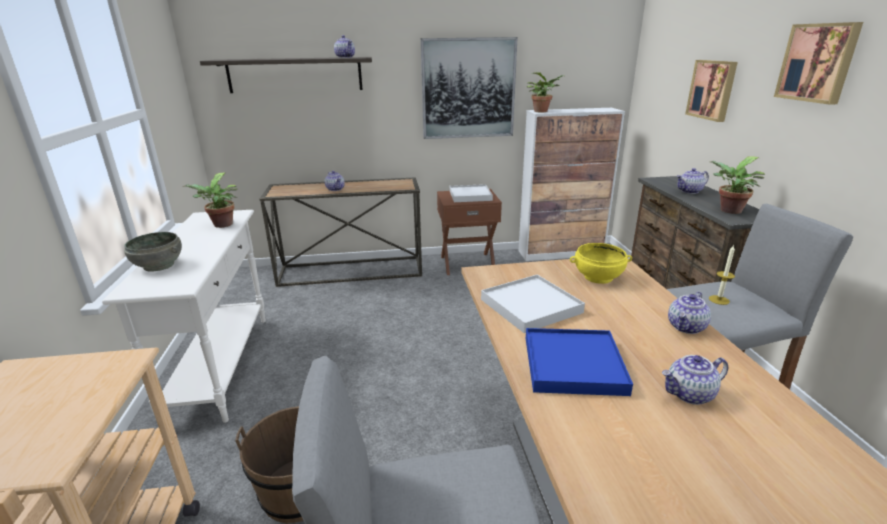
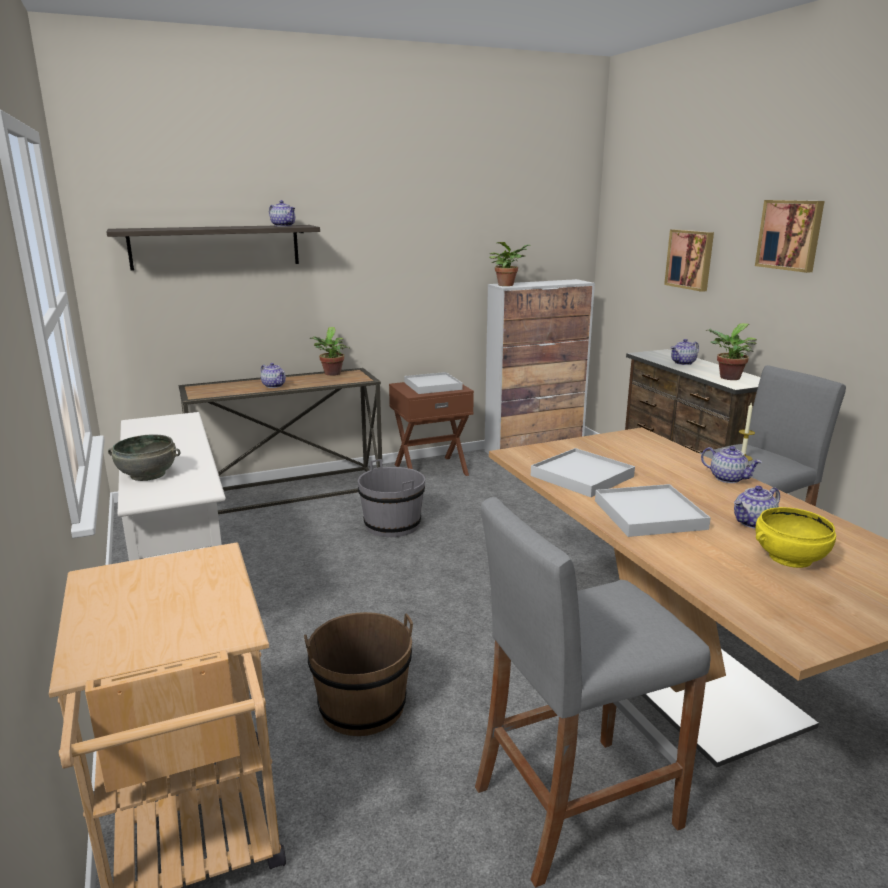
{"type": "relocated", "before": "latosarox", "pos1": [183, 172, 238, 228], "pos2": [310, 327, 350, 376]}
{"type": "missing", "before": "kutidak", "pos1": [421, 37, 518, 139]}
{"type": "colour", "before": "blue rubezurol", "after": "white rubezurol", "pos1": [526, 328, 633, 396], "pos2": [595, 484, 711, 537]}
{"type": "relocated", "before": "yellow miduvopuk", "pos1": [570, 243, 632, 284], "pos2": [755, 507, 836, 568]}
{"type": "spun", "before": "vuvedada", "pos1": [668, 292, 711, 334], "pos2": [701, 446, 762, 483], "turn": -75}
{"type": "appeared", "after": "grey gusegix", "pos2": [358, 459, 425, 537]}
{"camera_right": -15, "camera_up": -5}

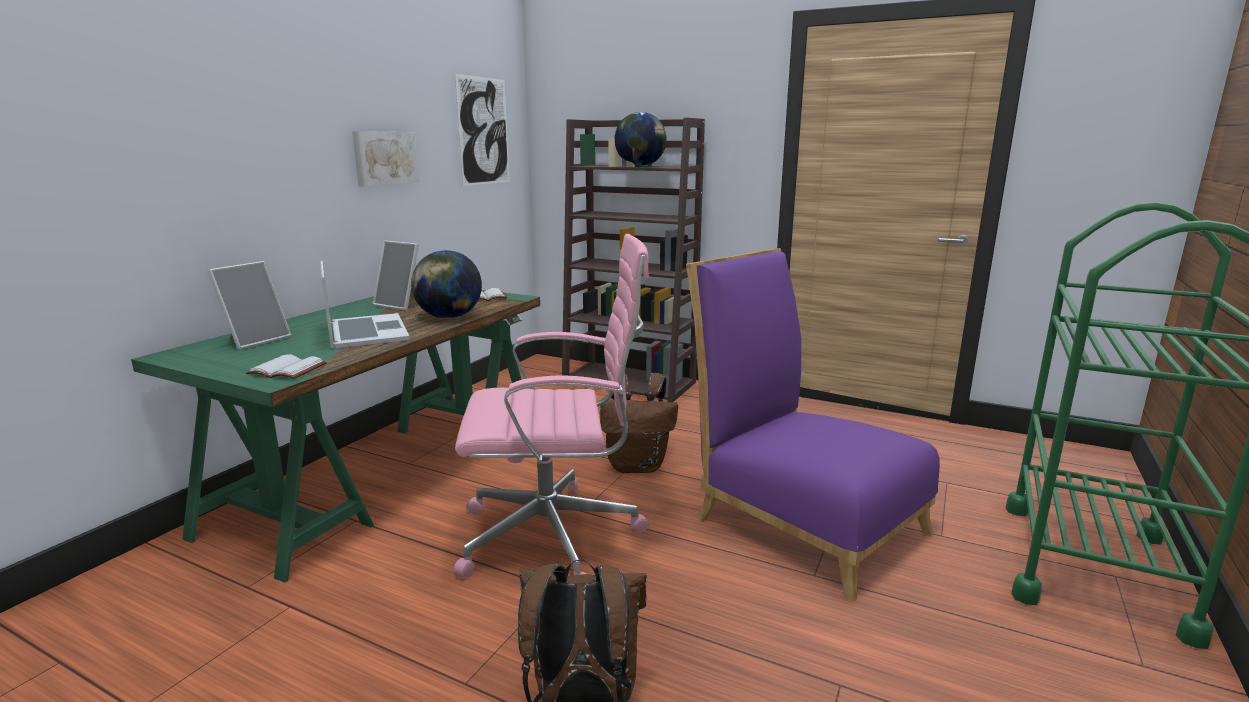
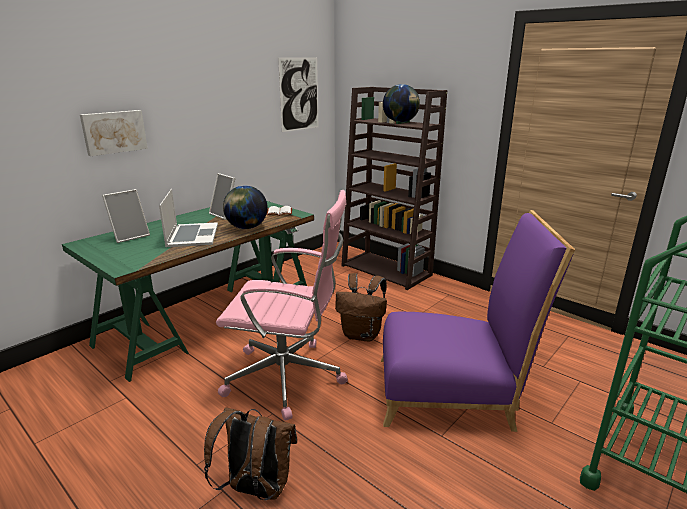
{"type": "missing", "before": "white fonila", "pos1": [246, 354, 327, 379]}
{"type": "relocated", "before": "kutidak", "pos1": [352, 131, 420, 187], "pos2": [80, 110, 148, 156]}
{"type": "spun", "before": "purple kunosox", "pos1": [686, 248, 940, 602], "pos2": [381, 210, 575, 432], "turn": 120}
{"camera_right": 15, "camera_up": 5}

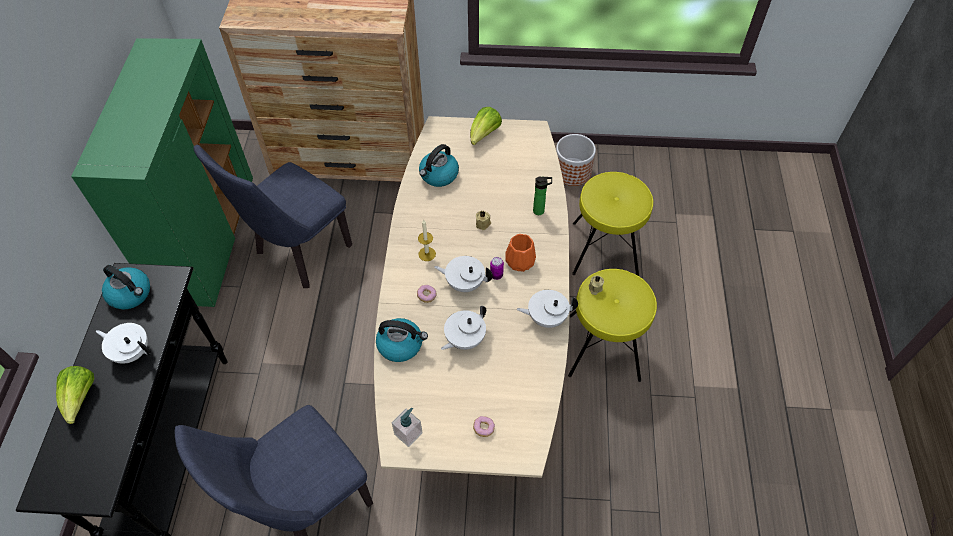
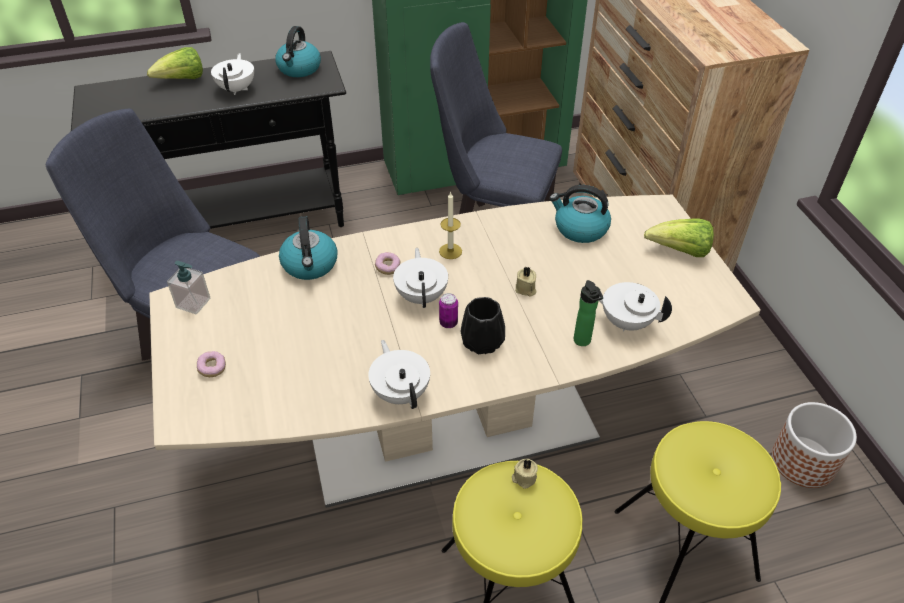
{"type": "relocated", "before": "white vuvedada", "pos1": [441, 306, 486, 350], "pos2": [599, 282, 672, 331]}
{"type": "colour", "before": "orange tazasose", "after": "black tazasose", "pos1": [505, 234, 536, 272], "pos2": [460, 297, 505, 354]}
{"camera_right": 70, "camera_up": -10}

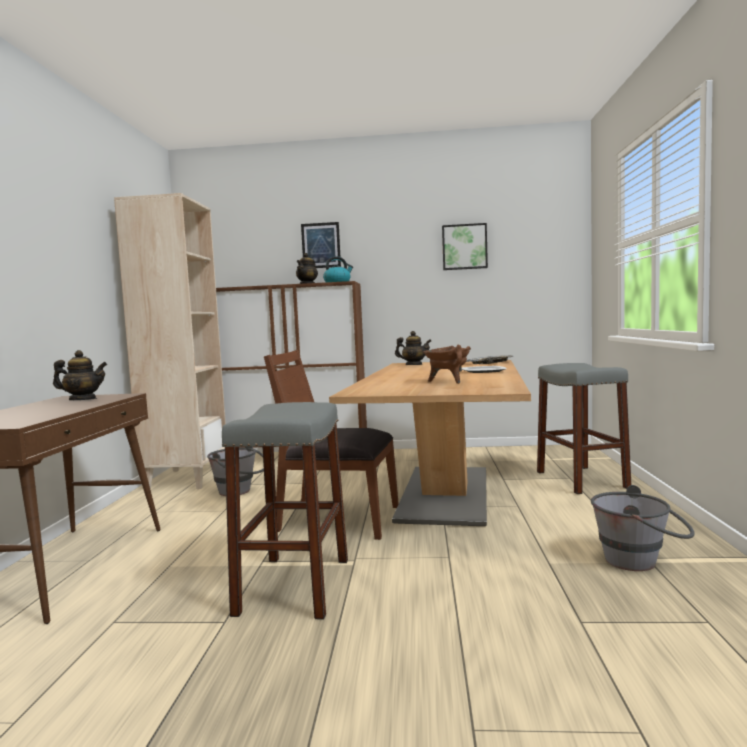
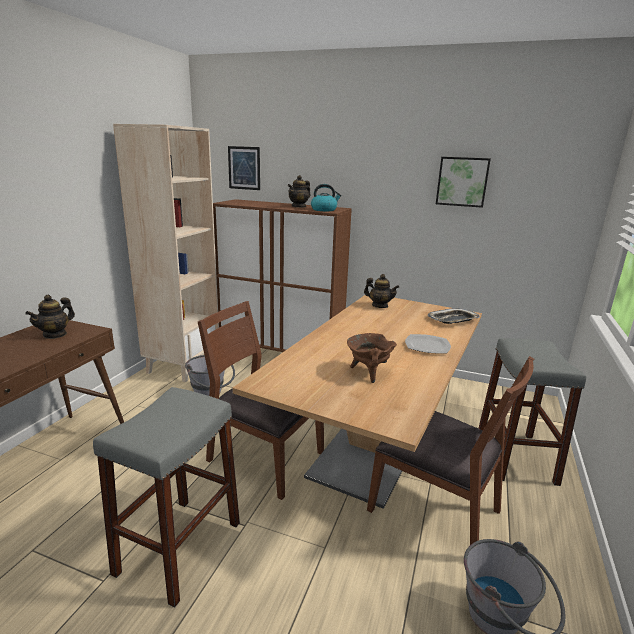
{"type": "spun", "before": "vuvedada", "pos1": [53, 350, 107, 400], "pos2": [25, 295, 75, 339], "turn": 105}
{"type": "relocated", "before": "kutidak", "pos1": [301, 222, 341, 268], "pos2": [228, 146, 260, 190]}
{"type": "appeared", "after": "brown kunosox", "pos2": [367, 356, 534, 545]}
{"camera_right": 15, "camera_up": 15}

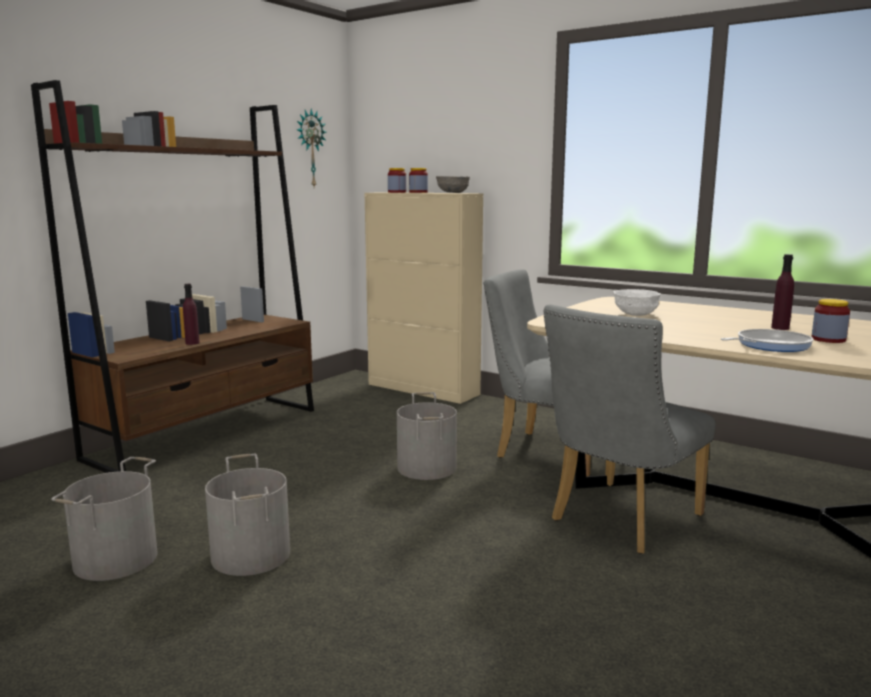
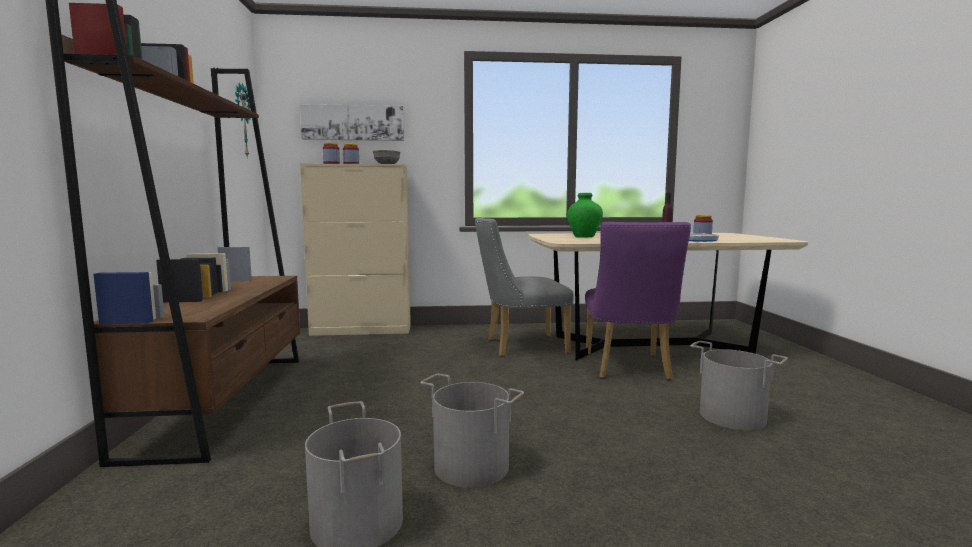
{"type": "missing", "before": "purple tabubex", "pos1": [183, 284, 200, 345]}
{"type": "relocated", "before": "grey gusegix", "pos1": [397, 392, 457, 480], "pos2": [690, 341, 788, 430]}
{"type": "colour", "before": "grey kunosox", "after": "purple kunosox", "pos1": [544, 304, 716, 554], "pos2": [585, 222, 691, 380]}
{"type": "exchanged", "before": "white miduvopuk", "after": "green tazasose", "pos1": [613, 289, 661, 316], "pos2": [567, 193, 603, 238]}
{"type": "appeared", "after": "kutidak", "pos2": [300, 104, 404, 141]}
{"camera_right": -40, "camera_up": -5}

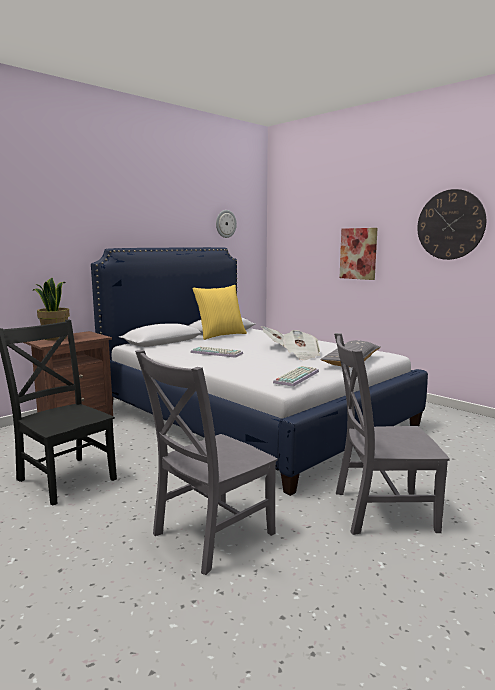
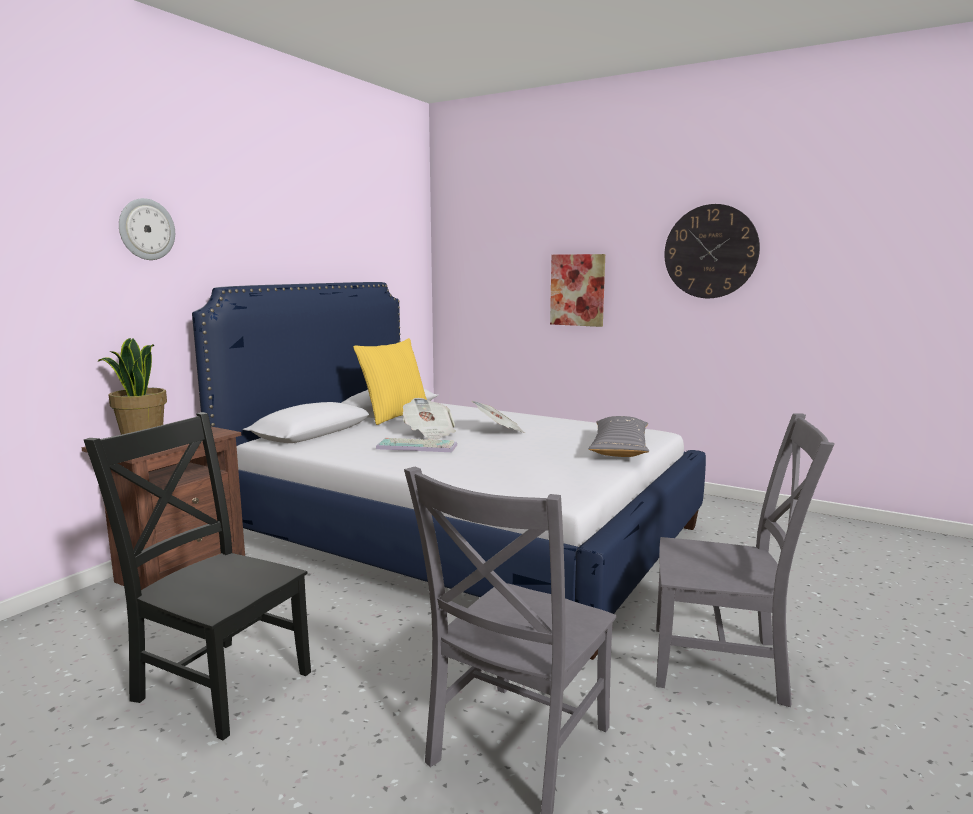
{"type": "relocated", "before": "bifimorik", "pos1": [216, 210, 237, 238], "pos2": [119, 198, 175, 260]}
{"type": "missing", "before": "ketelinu", "pos1": [273, 366, 319, 387]}
{"type": "relocated", "before": "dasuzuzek", "pos1": [283, 330, 320, 360], "pos2": [403, 398, 456, 440]}
{"type": "spun", "before": "grey kunosox", "pos1": [334, 333, 450, 535], "pos2": [656, 413, 835, 707], "turn": -150}
{"camera_right": -15, "camera_up": 0}

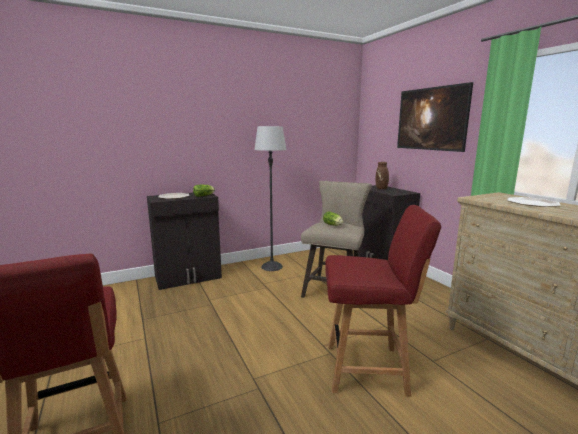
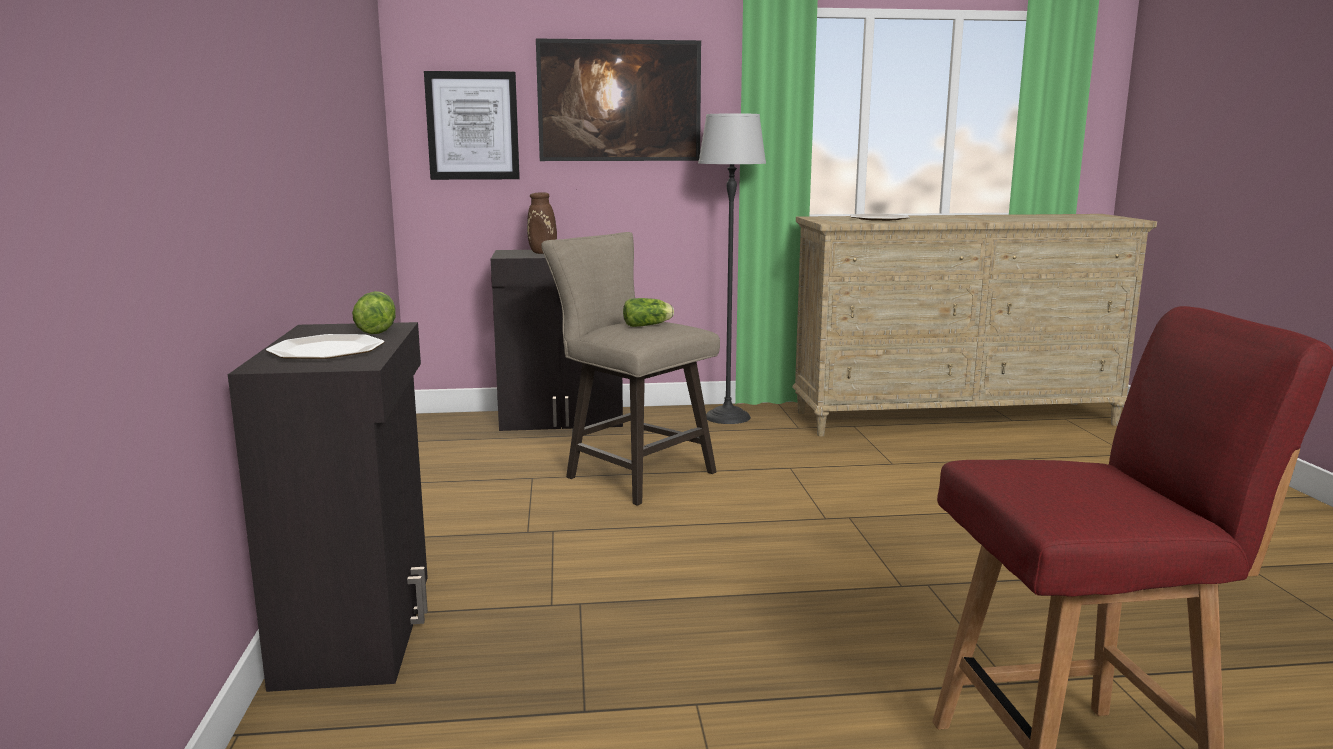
{"type": "relocated", "before": "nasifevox", "pos1": [254, 126, 286, 271], "pos2": [698, 113, 766, 424]}
{"type": "missing", "before": "red kunosox", "pos1": [325, 205, 441, 397]}
{"type": "appeared", "after": "kutidak", "pos2": [424, 71, 520, 180]}
{"camera_right": -70, "camera_up": 0}

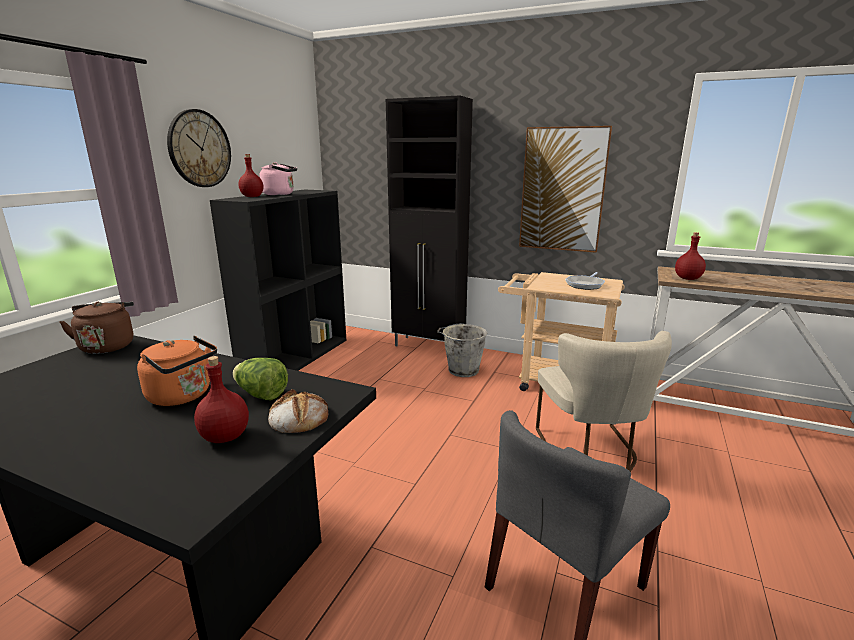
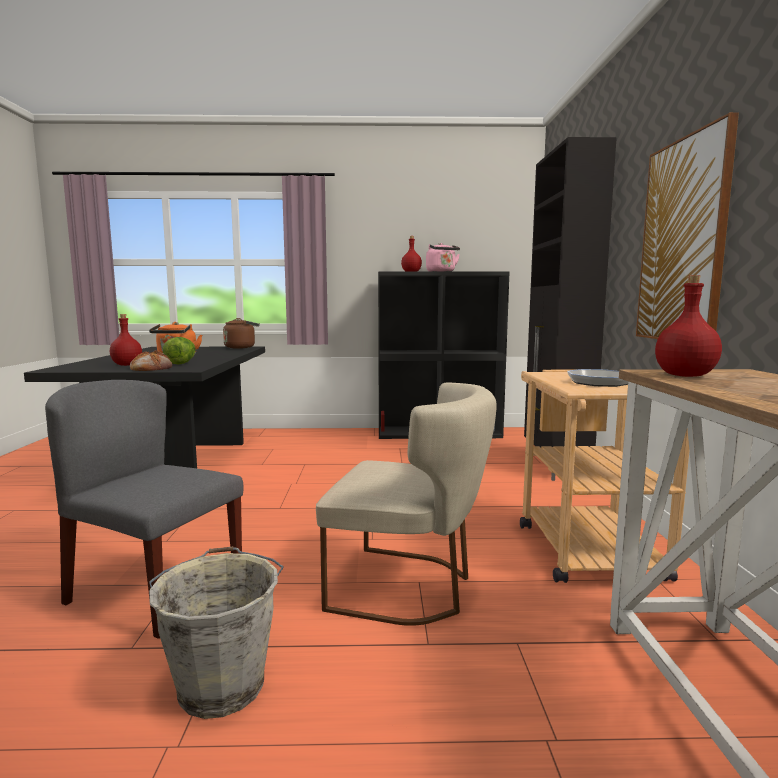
{"type": "missing", "before": "bifimorik", "pos1": [167, 109, 231, 187]}
{"type": "relocated", "before": "grey gusegix", "pos1": [437, 323, 487, 377], "pos2": [149, 546, 284, 719]}
{"type": "spun", "before": "beige kunosox", "pos1": [536, 331, 672, 472], "pos2": [316, 382, 497, 626], "turn": -135}
{"camera_right": 65, "camera_up": -10}

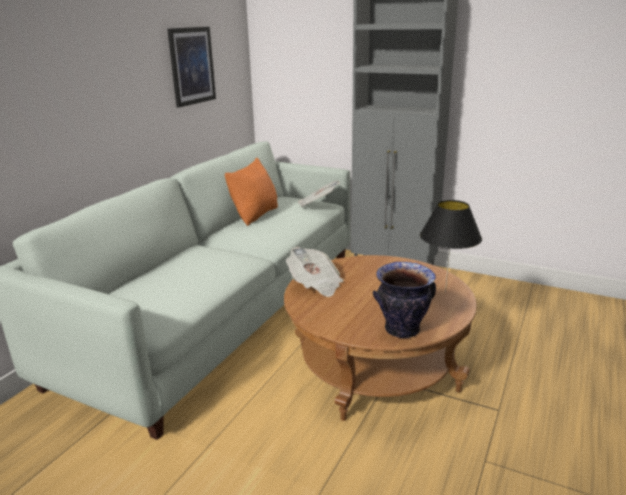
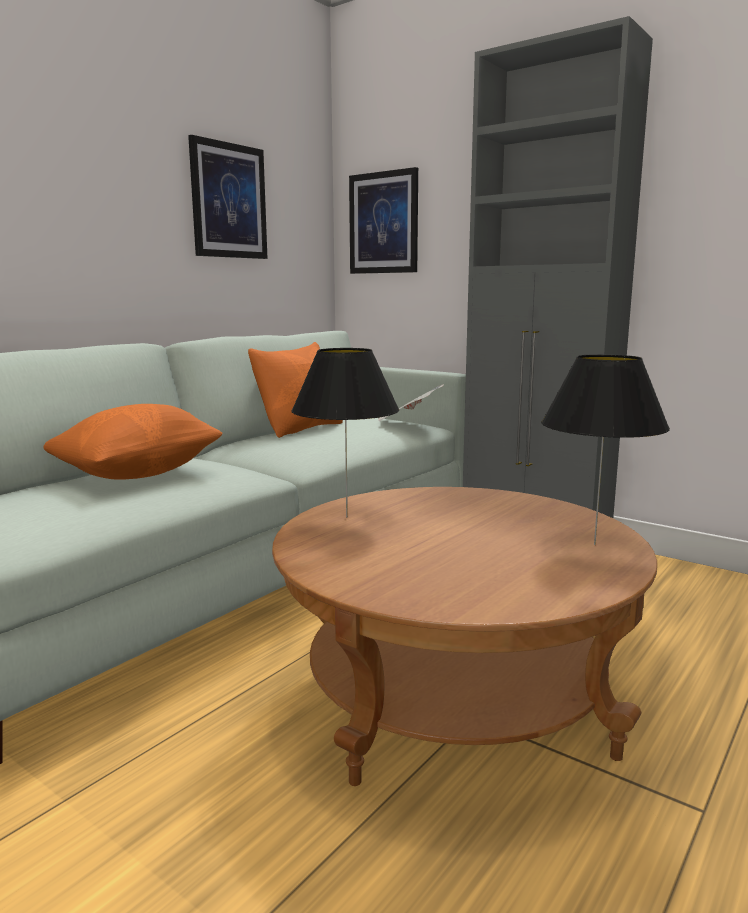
{"type": "exchanged", "before": "dasuzuzek", "after": "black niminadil", "pos1": [286, 247, 343, 297], "pos2": [291, 348, 399, 517]}
{"type": "missing", "before": "tazasose", "pos1": [373, 262, 436, 338]}
{"type": "appeared", "after": "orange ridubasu", "pos2": [44, 404, 223, 480]}
{"type": "appeared", "after": "kutidak", "pos2": [349, 167, 418, 274]}
{"camera_right": 10, "camera_up": -10}

